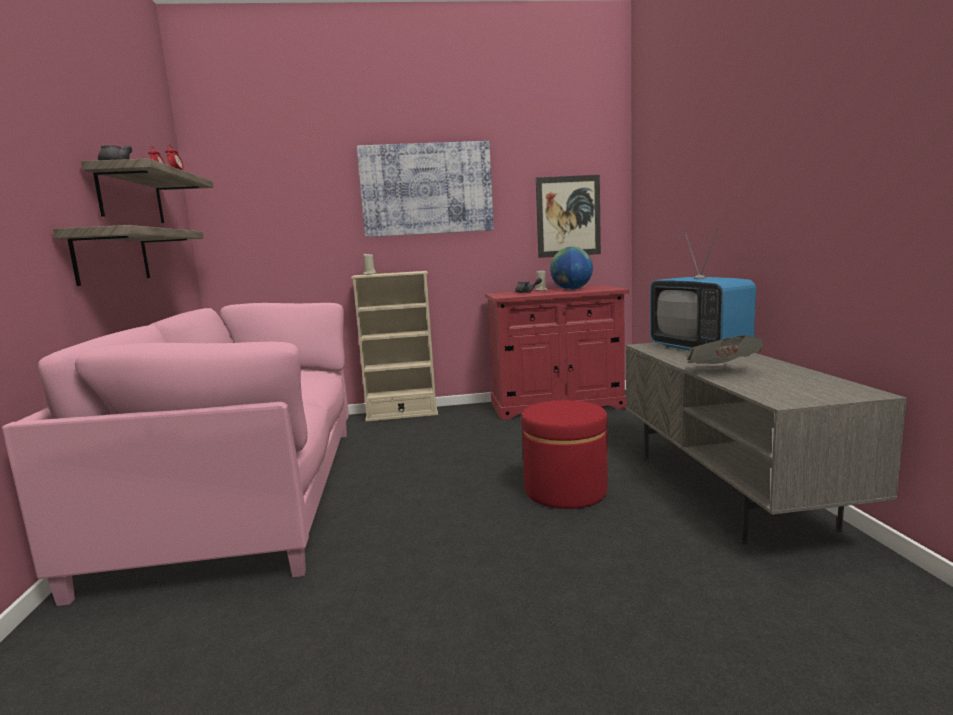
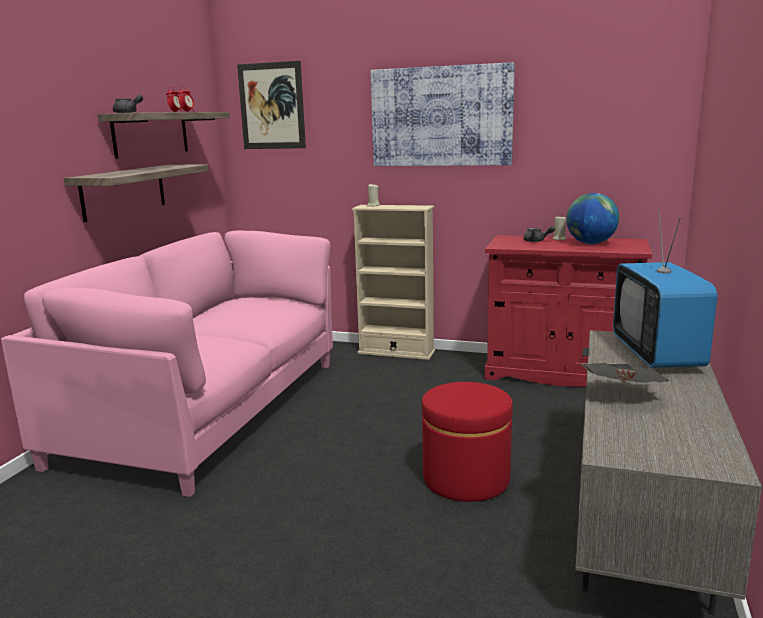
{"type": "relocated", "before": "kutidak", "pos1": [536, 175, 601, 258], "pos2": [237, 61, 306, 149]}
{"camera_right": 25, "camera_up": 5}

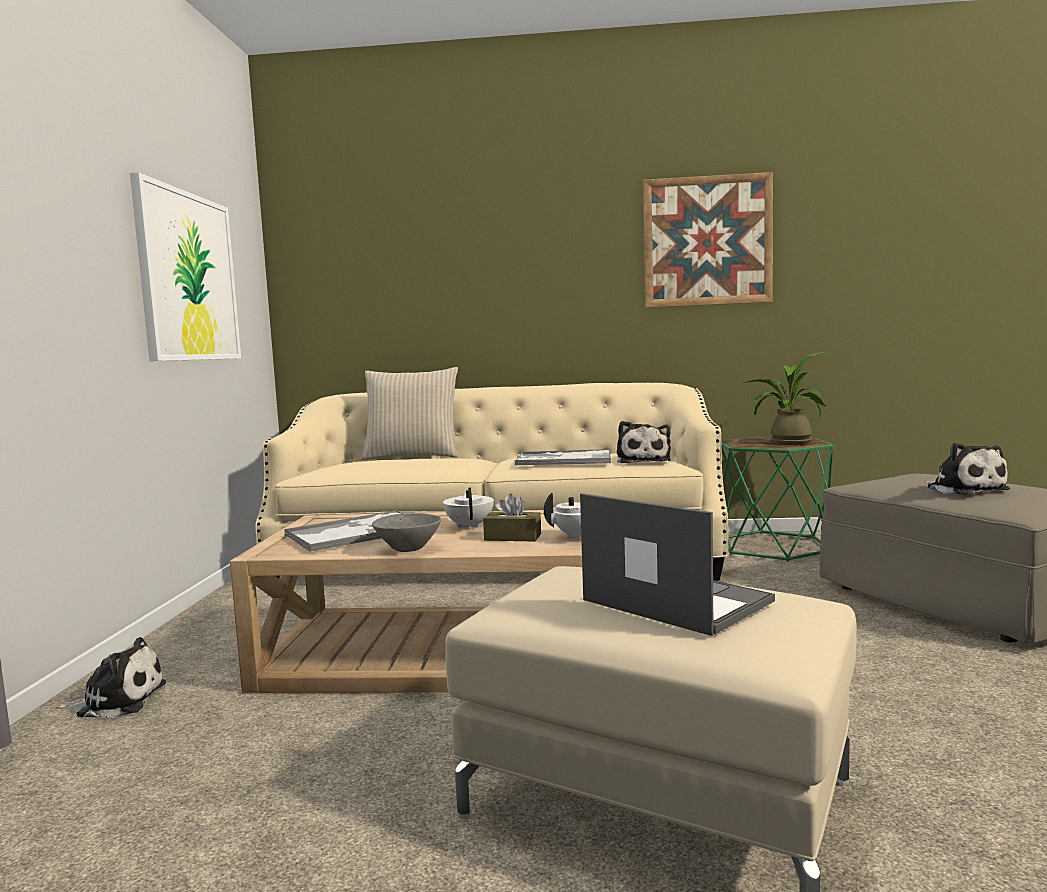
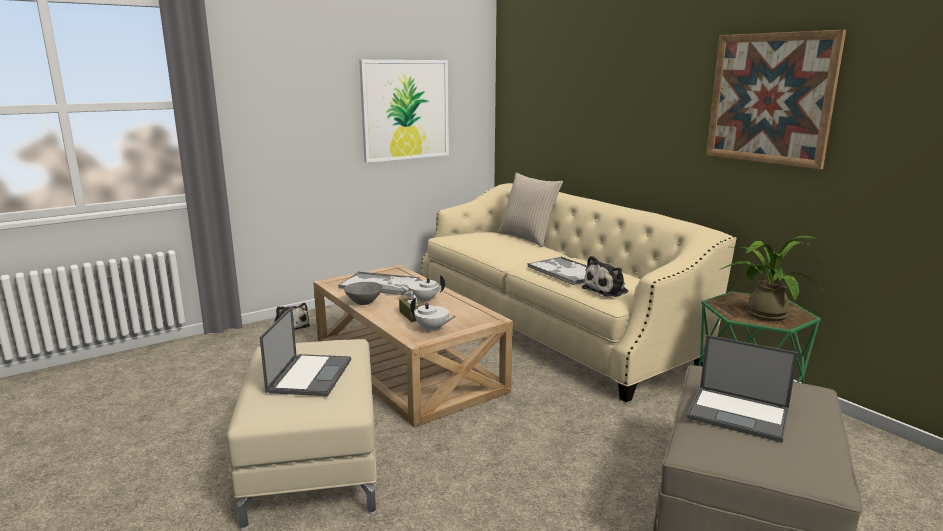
{"type": "spun", "before": "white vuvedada", "pos1": [443, 487, 494, 530], "pos2": [400, 275, 445, 301], "turn": -135}
{"type": "exchanged", "before": "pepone", "after": "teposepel", "pos1": [924, 443, 1010, 495], "pos2": [687, 335, 798, 443]}
{"camera_right": 50, "camera_up": 10}

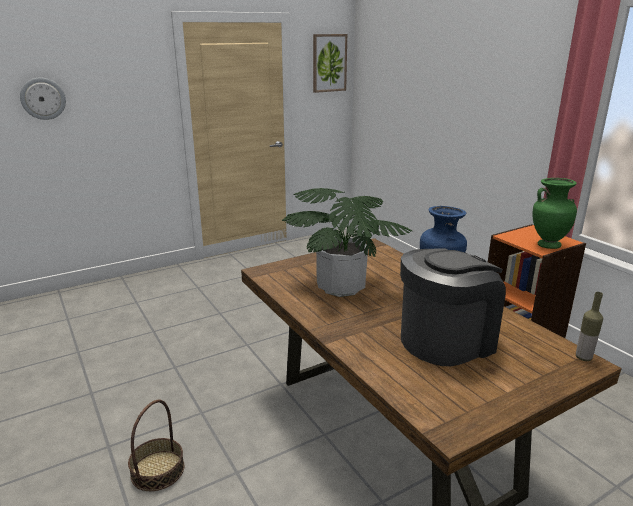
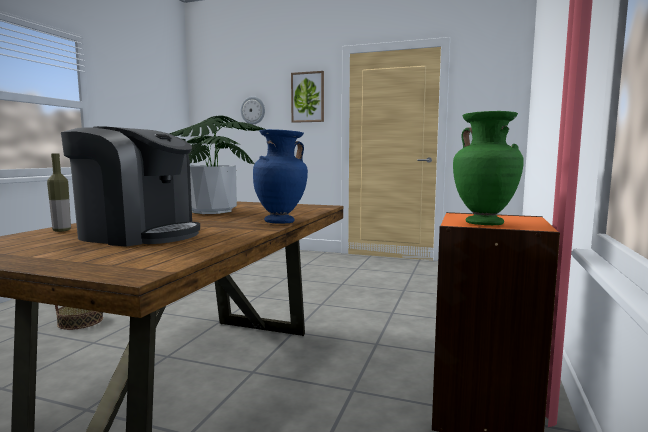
{"type": "relocated", "before": "kutidak", "pos1": [313, 34, 347, 93], "pos2": [291, 71, 324, 123]}
{"type": "relocated", "before": "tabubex", "pos1": [576, 292, 603, 361], "pos2": [47, 154, 71, 232]}
{"camera_right": 50, "camera_up": -15}

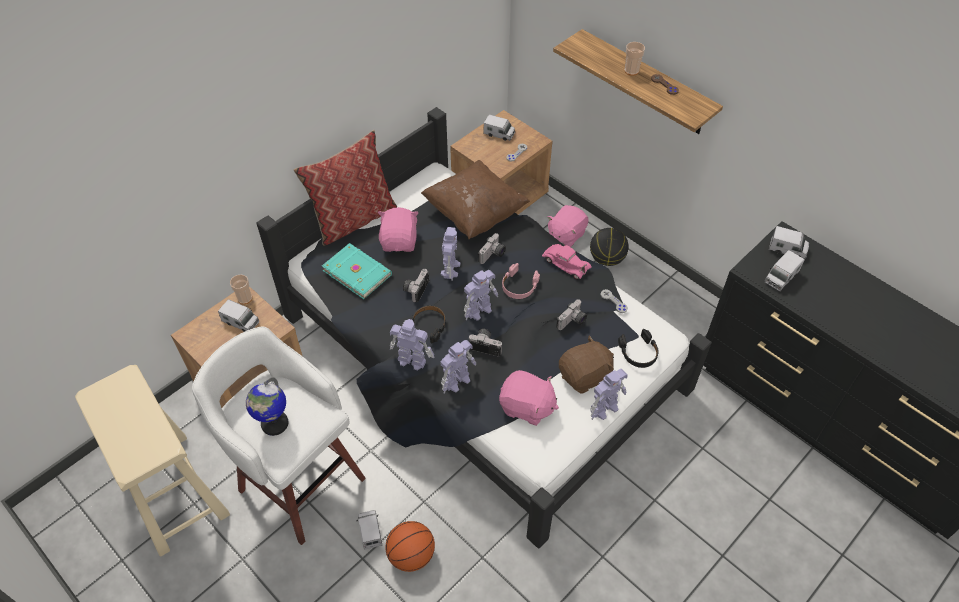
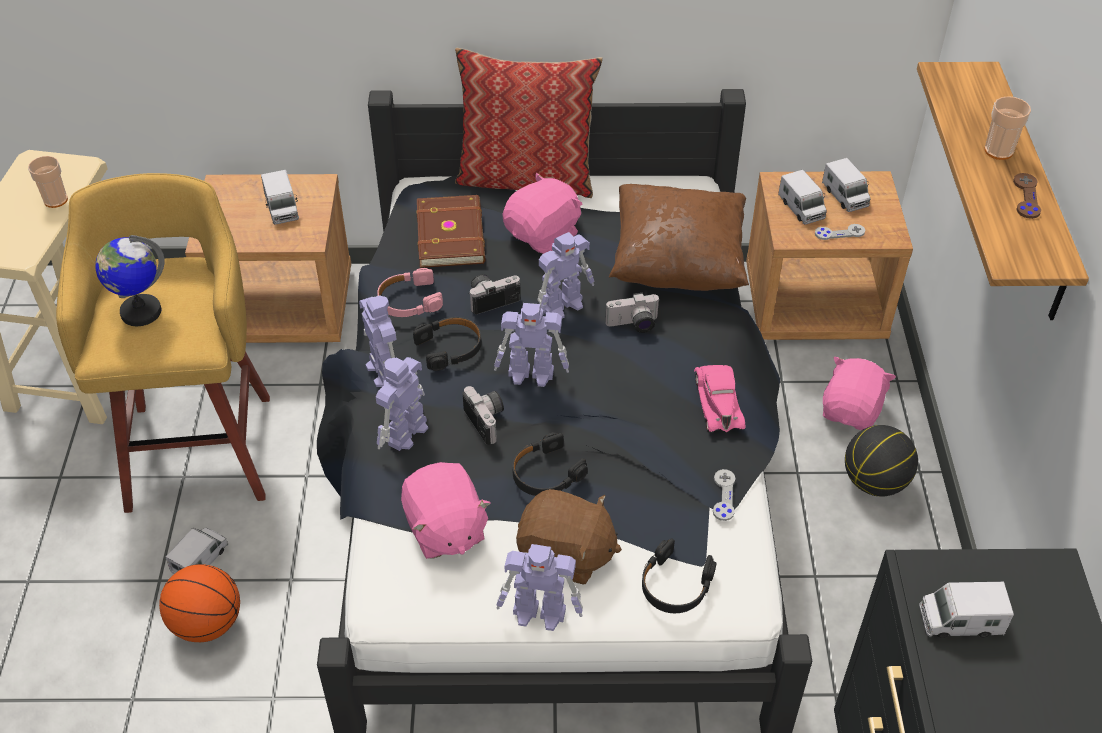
{"type": "colour", "before": "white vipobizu", "after": "yellow vipobizu", "pos1": [192, 327, 366, 545], "pos2": [56, 173, 270, 513]}
{"type": "relocated", "before": "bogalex", "pos1": [230, 275, 252, 304], "pos2": [28, 156, 68, 208]}
{"type": "colour", "before": "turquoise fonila", "after": "brown fonila", "pos1": [322, 243, 392, 299], "pos2": [416, 195, 485, 268]}
{"type": "spun", "before": "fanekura", "pos1": [441, 340, 476, 394], "pos2": [376, 357, 428, 451], "turn": 120}
{"type": "relocated", "before": "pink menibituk", "pos1": [502, 263, 540, 299], "pos2": [377, 268, 443, 317]}
{"type": "spun", "before": "pink pepone", "pos1": [548, 205, 589, 247], "pos2": [823, 357, 896, 431], "turn": 120}
{"type": "missing", "before": "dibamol", "pos1": [556, 299, 587, 330]}
{"type": "relocated", "before": "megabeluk", "pos1": [769, 226, 809, 259], "pos2": [778, 170, 827, 225]}
{"type": "appeared", "after": "black menibituk", "pos2": [512, 432, 588, 496]}
{"camera_right": 45, "camera_up": -5}

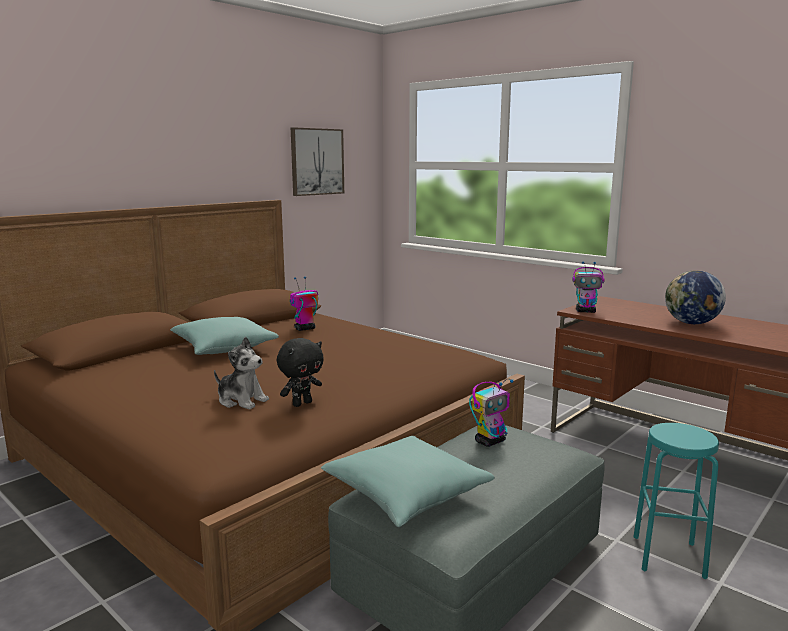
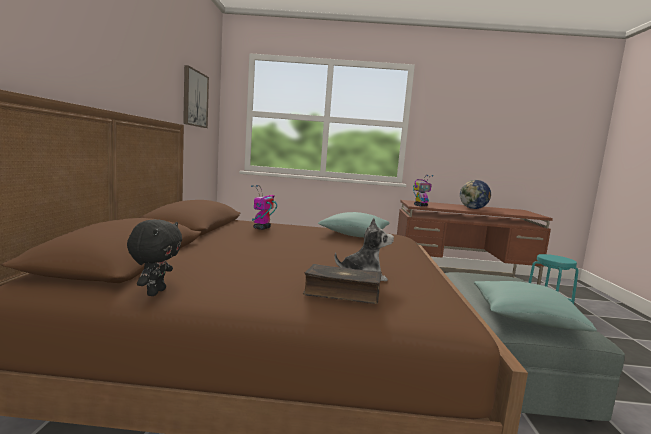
{"type": "relocated", "before": "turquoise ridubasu", "pos1": [170, 317, 279, 355], "pos2": [318, 212, 390, 237]}
{"type": "relocated", "before": "black pepone", "pos1": [277, 338, 324, 407], "pos2": [127, 219, 182, 296]}
{"type": "missing", "before": "fanekura", "pos1": [469, 379, 514, 447]}
{"type": "appeared", "after": "fonila", "pos2": [303, 264, 382, 304]}
{"camera_right": -40, "camera_up": -5}

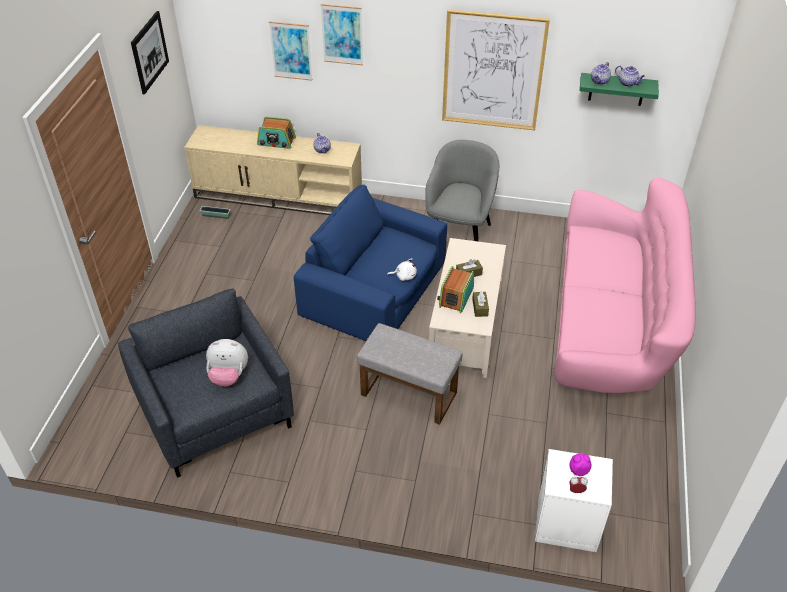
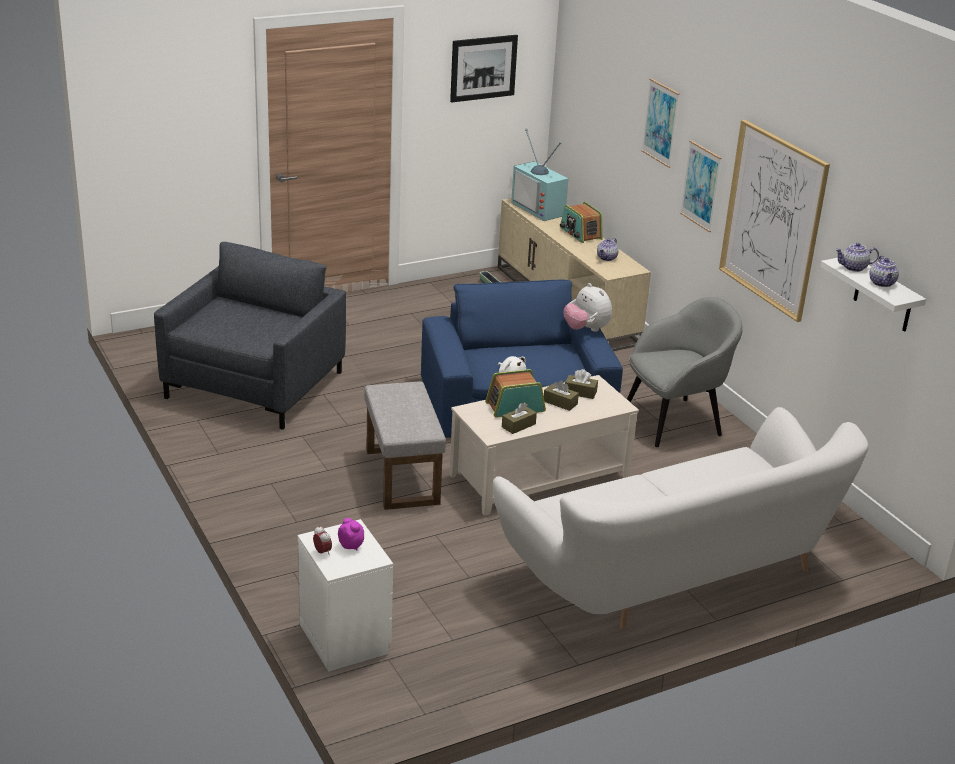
{"type": "relocated", "before": "pepone", "pos1": [206, 339, 248, 387], "pos2": [563, 283, 612, 332]}
{"type": "relocated", "before": "kutidak", "pos1": [269, 21, 312, 81], "pos2": [680, 140, 721, 232]}
{"type": "colour", "before": "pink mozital", "after": "white mozital", "pos1": [554, 178, 696, 393], "pos2": [492, 407, 869, 629]}
{"type": "colour", "before": "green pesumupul", "after": "white pesumupul", "pos1": [579, 73, 659, 106], "pos2": [820, 258, 926, 332]}
{"type": "appeared", "after": "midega", "pos2": [511, 129, 568, 221]}
{"type": "appeared", "after": "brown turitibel", "pos2": [565, 369, 598, 399]}
{"camera_right": 50, "camera_up": -15}

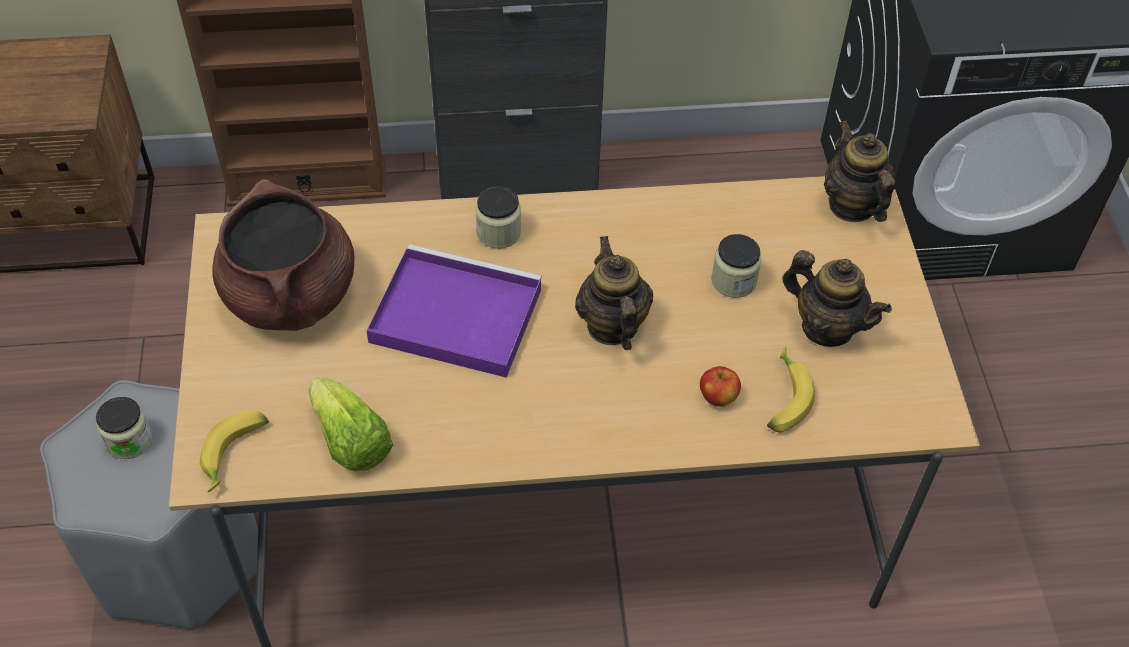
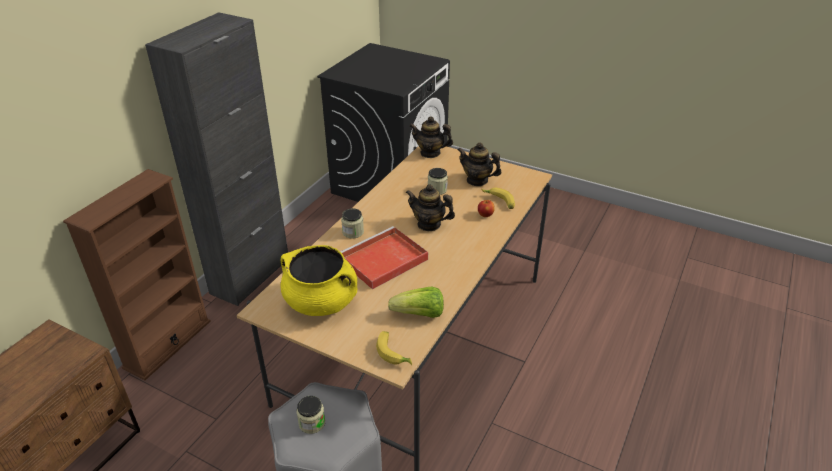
{"type": "colour", "before": "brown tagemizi", "after": "yellow tagemizi", "pos1": [212, 179, 355, 331], "pos2": [280, 245, 357, 316]}
{"type": "colour", "before": "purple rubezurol", "after": "red rubezurol", "pos1": [366, 244, 542, 378], "pos2": [340, 226, 428, 290]}
{"type": "spun", "before": "vuvedada", "pos1": [782, 250, 892, 347], "pos2": [458, 142, 501, 186], "turn": -135}
{"camera_right": -55, "camera_up": -15}

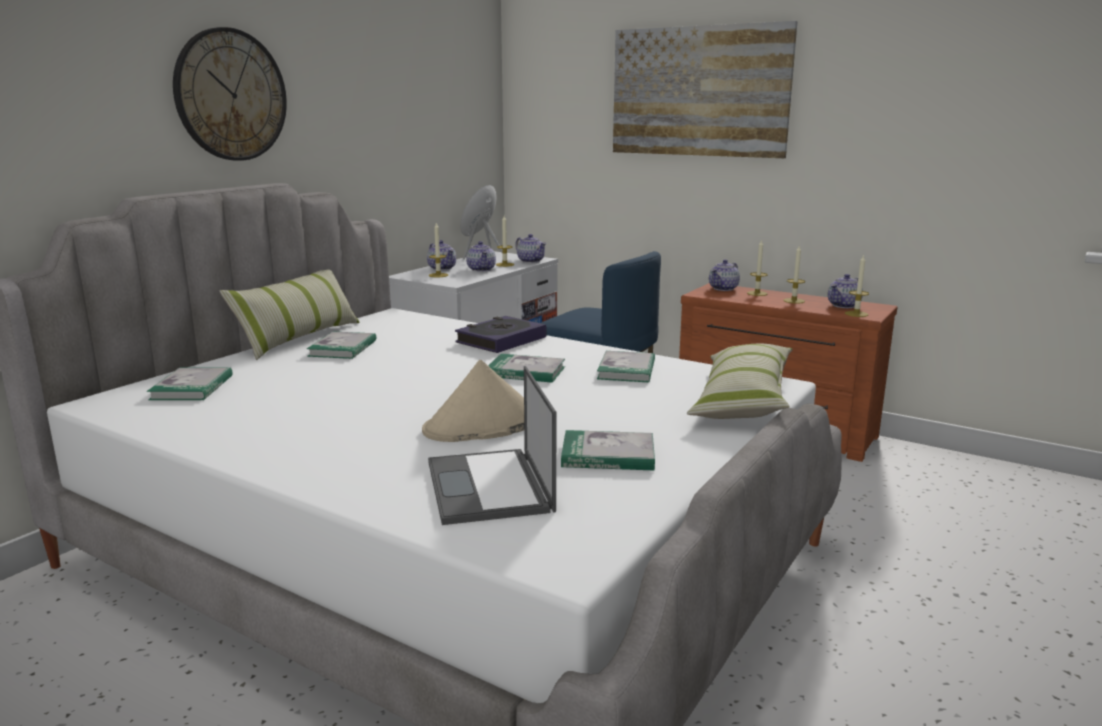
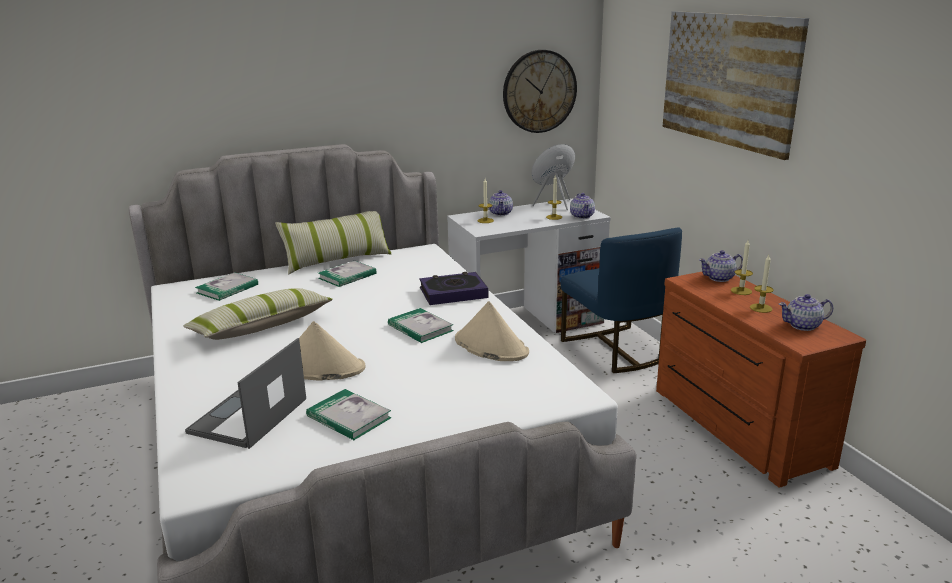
{"type": "relocated", "before": "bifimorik", "pos1": [173, 27, 287, 161], "pos2": [503, 50, 577, 133]}
{"type": "missing", "before": "vuvedada", "pos1": [466, 241, 496, 272]}
{"type": "exchanged", "before": "fonila", "after": "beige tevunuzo", "pos1": [597, 351, 655, 383], "pos2": [455, 301, 529, 361]}
{"type": "relocated", "before": "ridubasu", "pos1": [687, 344, 793, 419], "pos2": [183, 288, 333, 340]}
{"type": "missing", "before": "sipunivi", "pos1": [845, 254, 869, 317]}
{"camera_right": 35, "camera_up": 5}

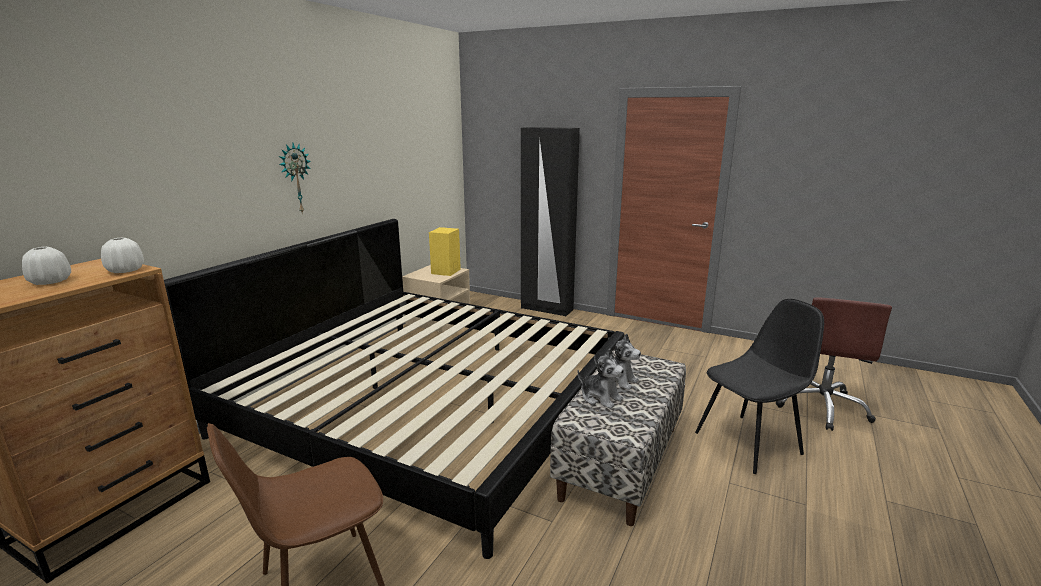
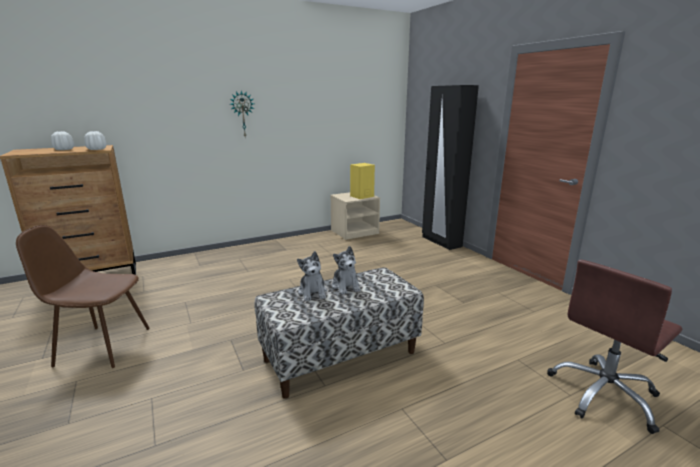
{"type": "missing", "before": "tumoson", "pos1": [164, 219, 624, 559]}
{"type": "missing", "before": "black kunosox", "pos1": [695, 299, 824, 474]}
{"camera_right": 35, "camera_up": 0}

